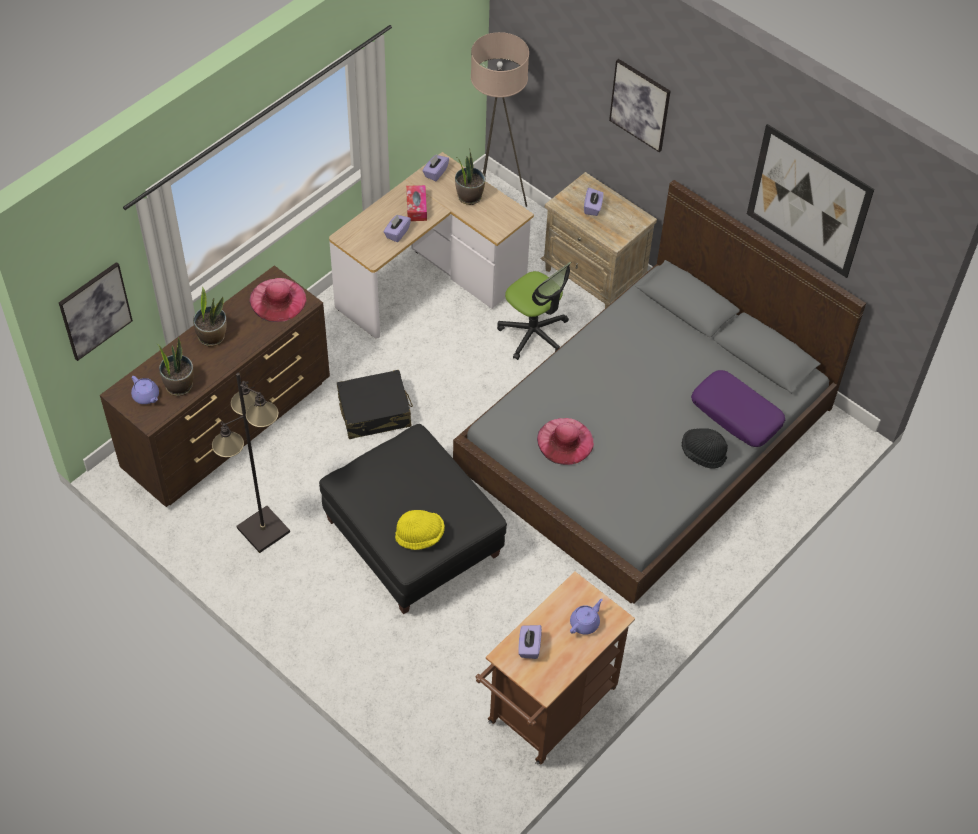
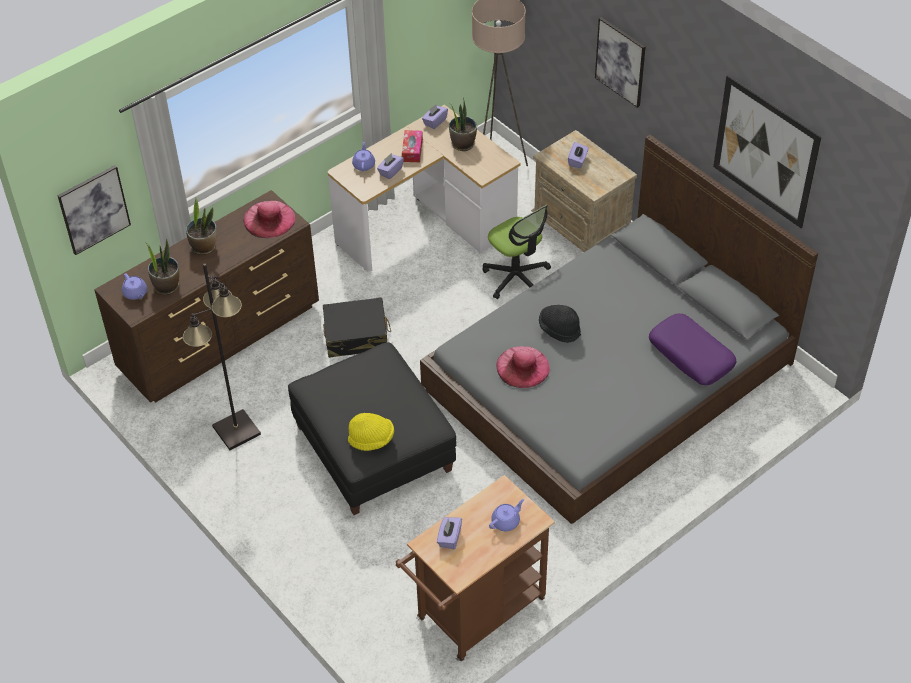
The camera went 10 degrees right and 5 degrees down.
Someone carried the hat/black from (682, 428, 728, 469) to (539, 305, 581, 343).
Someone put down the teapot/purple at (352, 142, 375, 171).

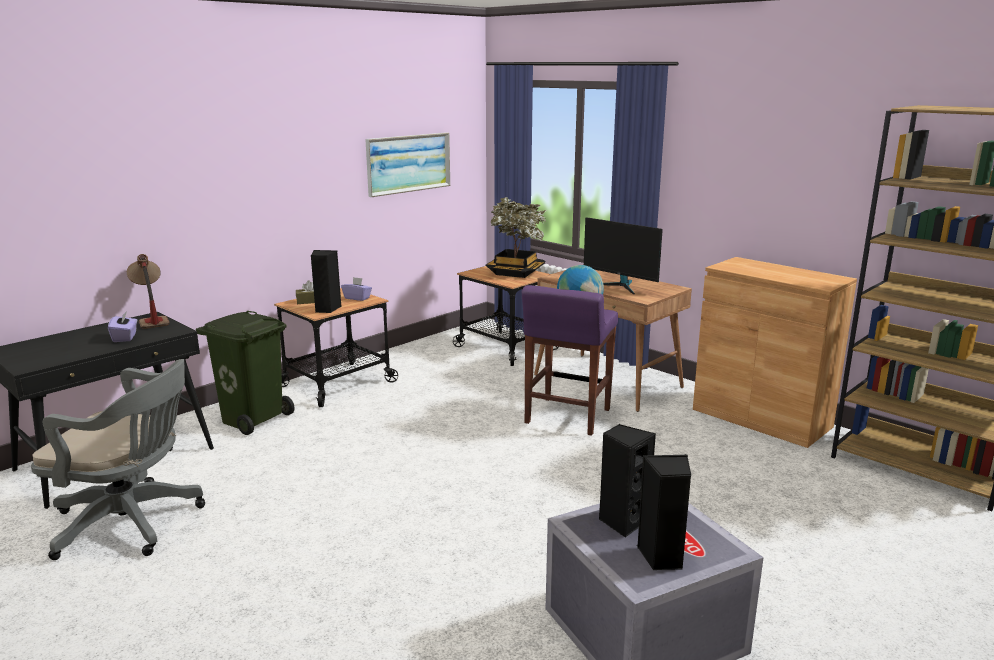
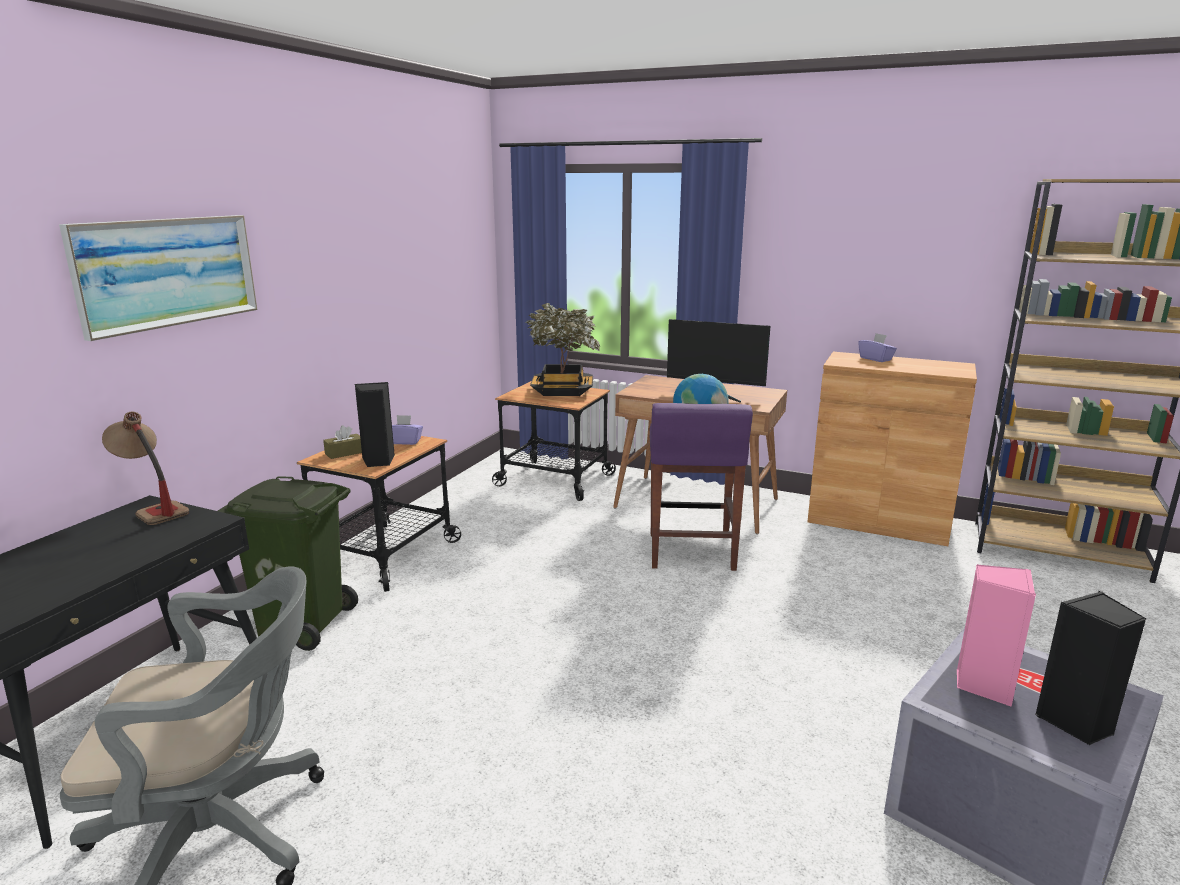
The camera went 20 degrees left and 0 degrees up.
Someone carried the picture from (365, 132, 450, 197) to (59, 215, 257, 341).
Someone carried the tissue box/purple from (108, 311, 137, 342) to (858, 333, 897, 362).
Someone repainted the speaker/black at (599, 424, 656, 538), which became the speaker/pink at (957, 564, 1036, 707).

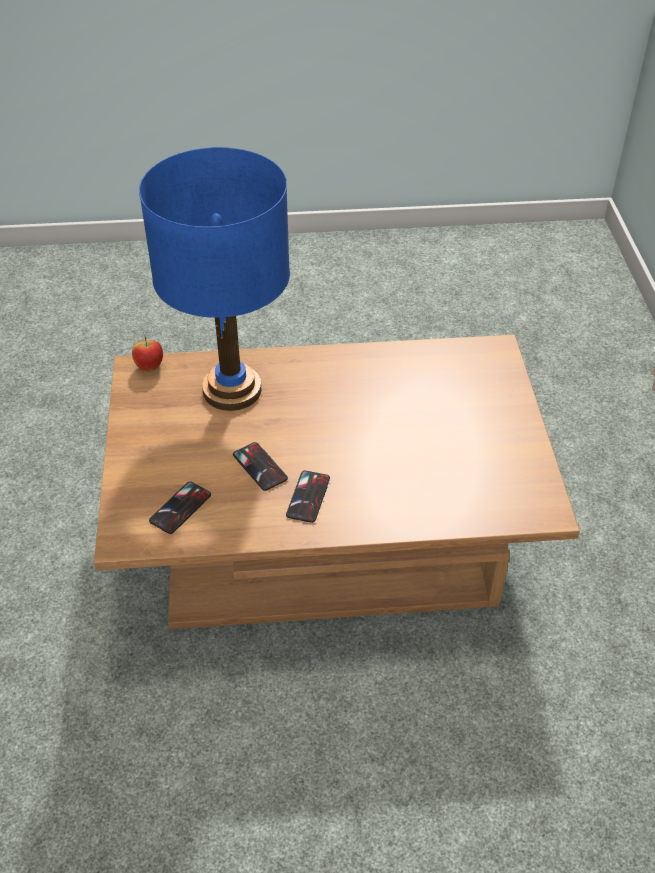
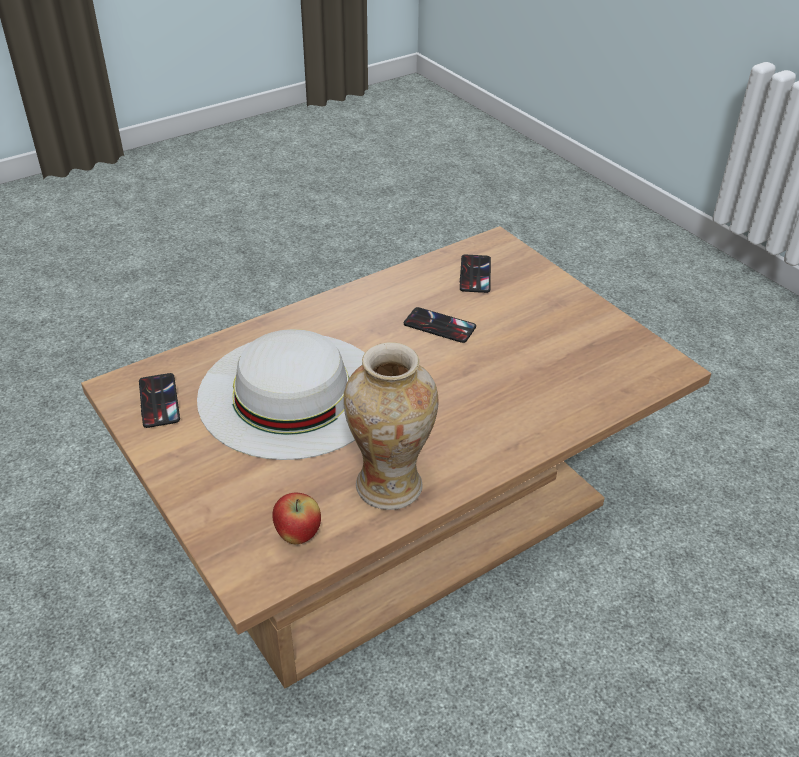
The camera went 150 degrees right and 5 degrees down.
Someone took away the table lamp/blue at (139, 147, 290, 411).
Someone carried the apple from (132, 337, 163, 372) to (272, 493, 321, 544).
Someone carried the phone from (286, 471, 330, 523) to (139, 373, 180, 428).
Someone put down the hat/white at (197, 329, 364, 460).
Someone put down the vase at (343, 342, 439, 510).

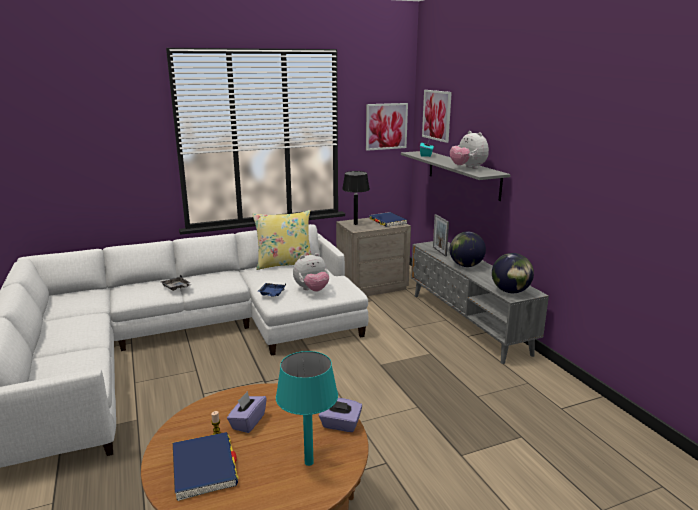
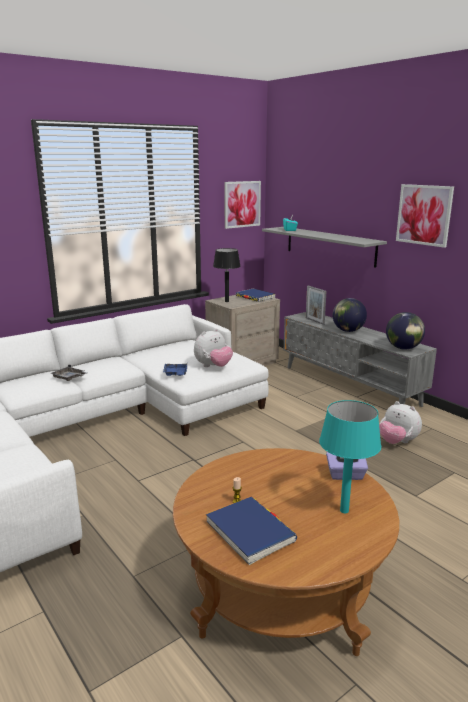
The camera went 15 degrees left and 0 degrees up.
Someone carried the picture from (422, 90, 452, 143) to (396, 184, 454, 248).
Someone carried the plush toy from (450, 131, 489, 169) to (379, 401, 422, 444).
Someone took away the pillow/yellow at (252, 210, 311, 270).
Someone took away the tissue box/purple at (227, 391, 267, 433).

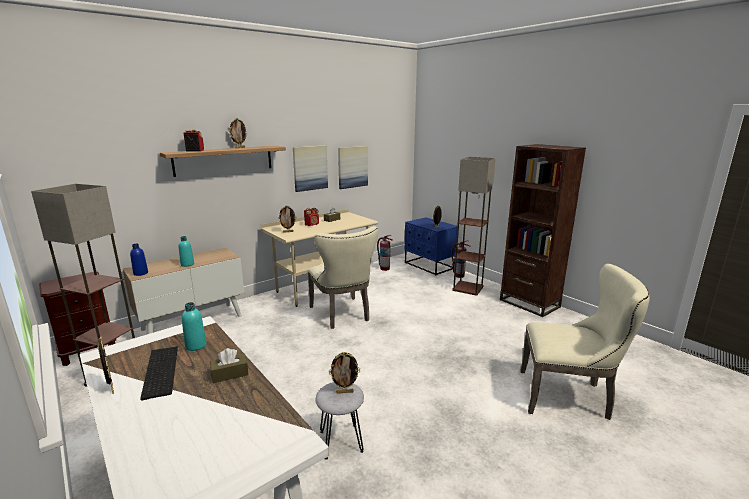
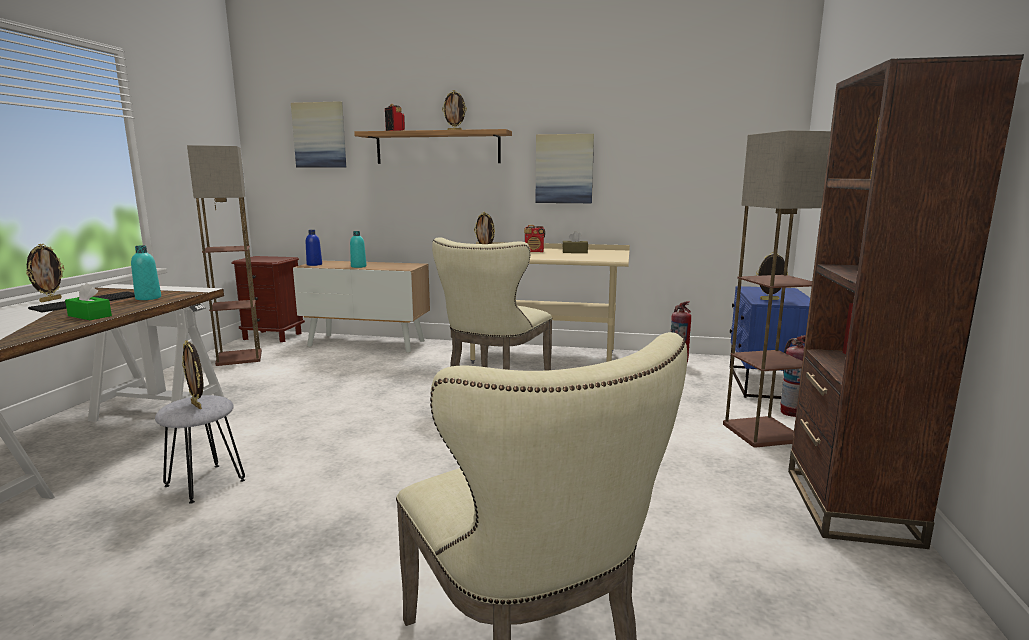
The camera went 50 degrees right and 5 degrees down.
Someone carried the picture from (338, 146, 368, 189) to (291, 101, 346, 168).
Someone repainted the tissue box/brown at (210, 348, 249, 383), which became the tissue box/green at (65, 283, 112, 320).

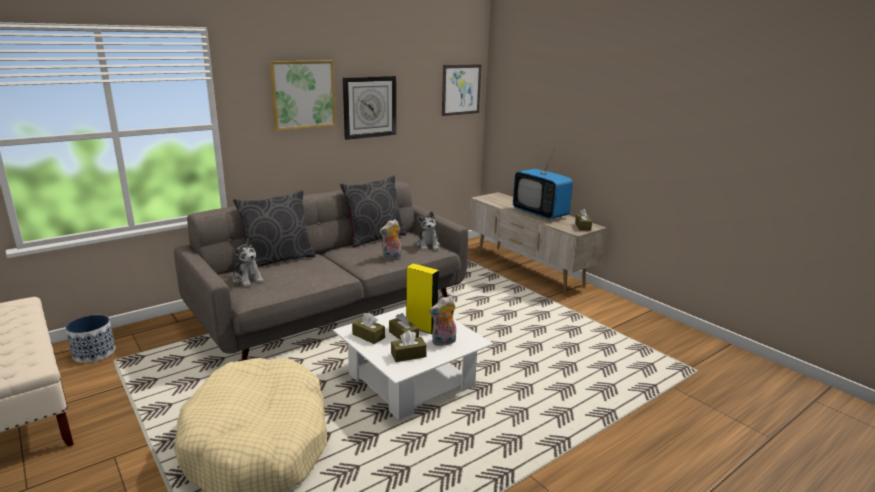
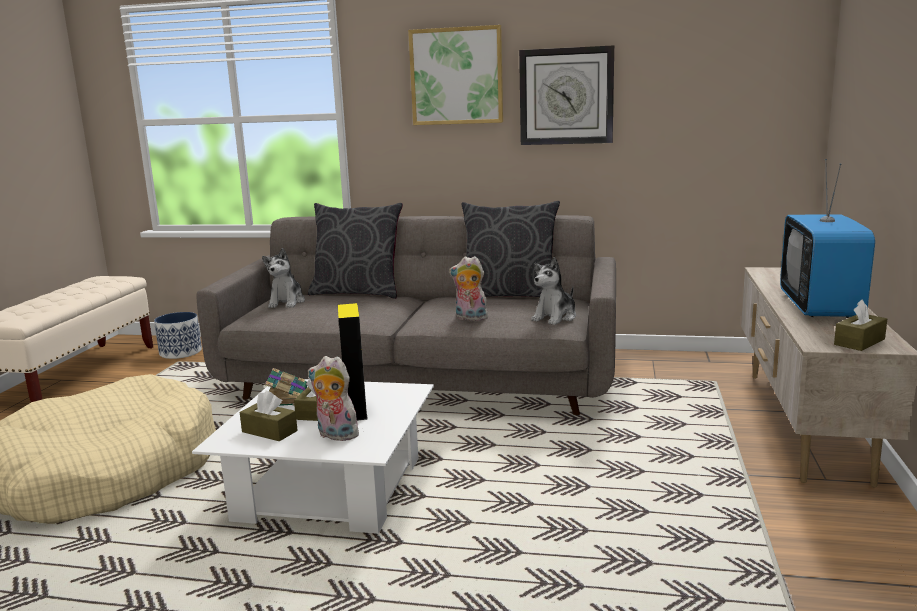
The camera went 50 degrees right and 5 degrees down.
Someone took away the picture at (442, 64, 481, 116).
Someone swapped the tissue box/brown at (352, 313, 385, 344) for the book at (265, 368, 307, 406).

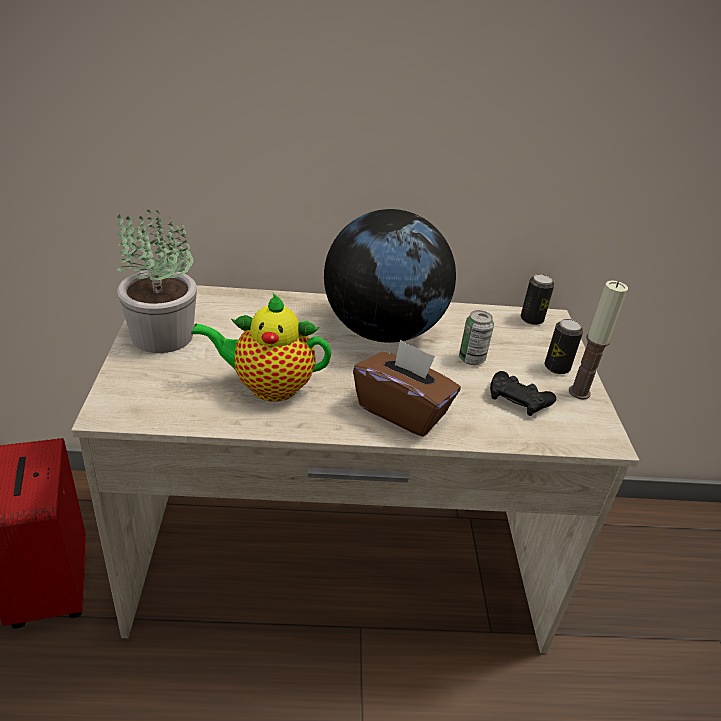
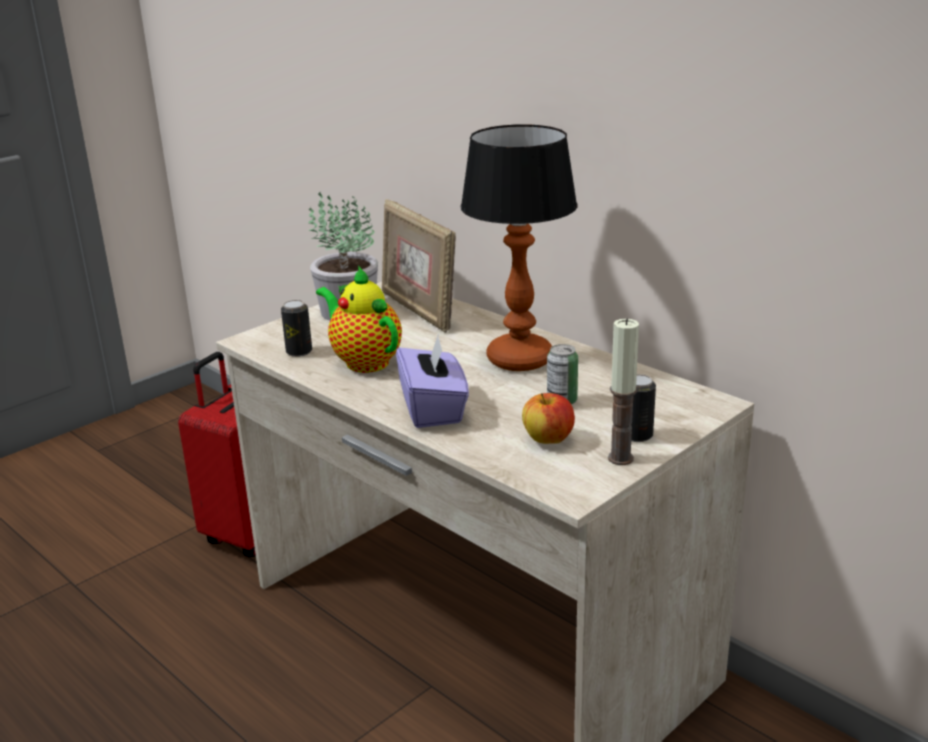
The camera went 50 degrees right and 10 degrees down.
Someone swapped the globe at (324, 209, 456, 343) for the table lamp at (461, 125, 577, 371).
Someone carried the can from (521, 274, 555, 325) to (281, 300, 312, 357).
Someone repainted the tissue box/brown at (353, 339, 461, 437), which became the tissue box/purple at (396, 333, 469, 428).
Someone swapped the game controller/black at (490, 371, 556, 416) for the apple at (522, 393, 575, 444).
Someone put down the picture frame at (382, 199, 456, 333).

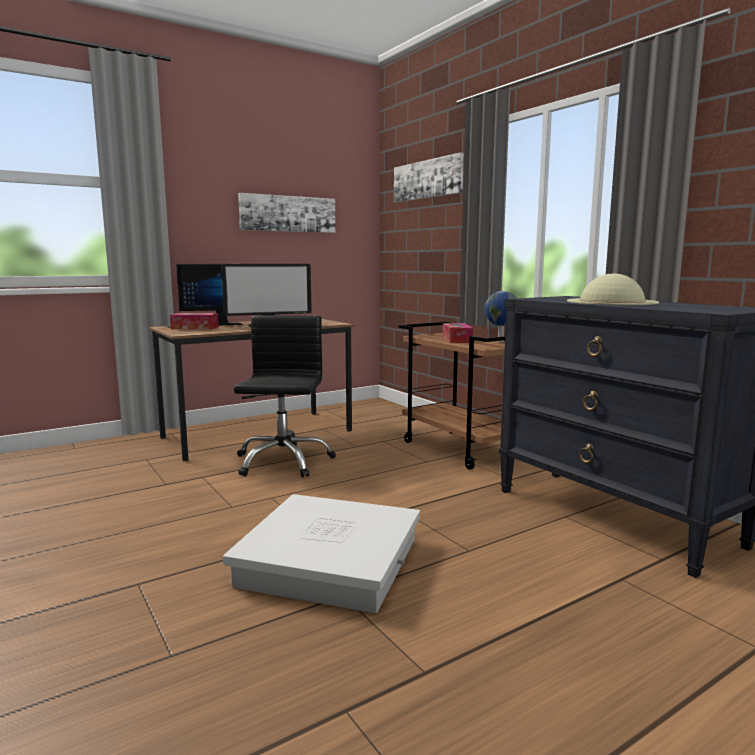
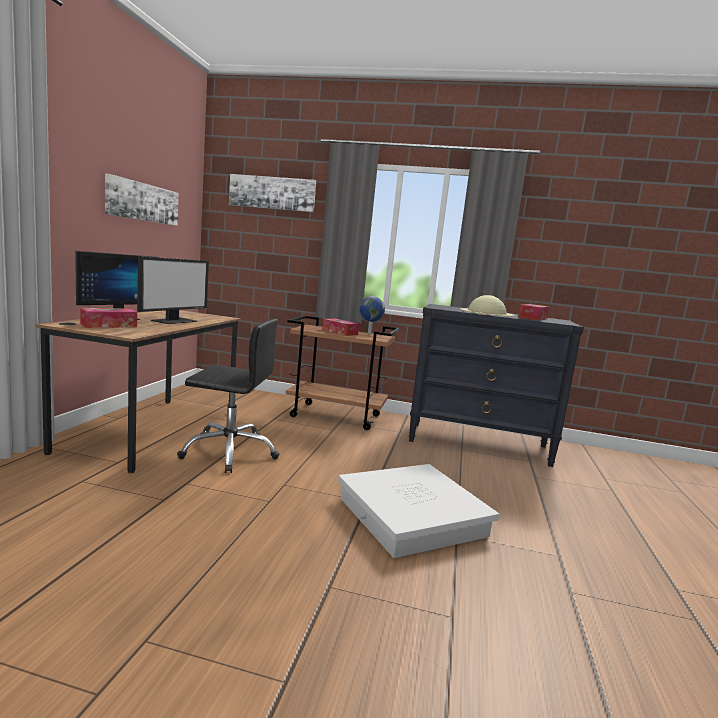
The camera went 45 degrees left and 0 degrees up.
Someone rotated the office chair/black at (234, 315, 336, 478) by 135 degrees clockwise.
Someone put down the tissue box at (518, 304, 549, 321).

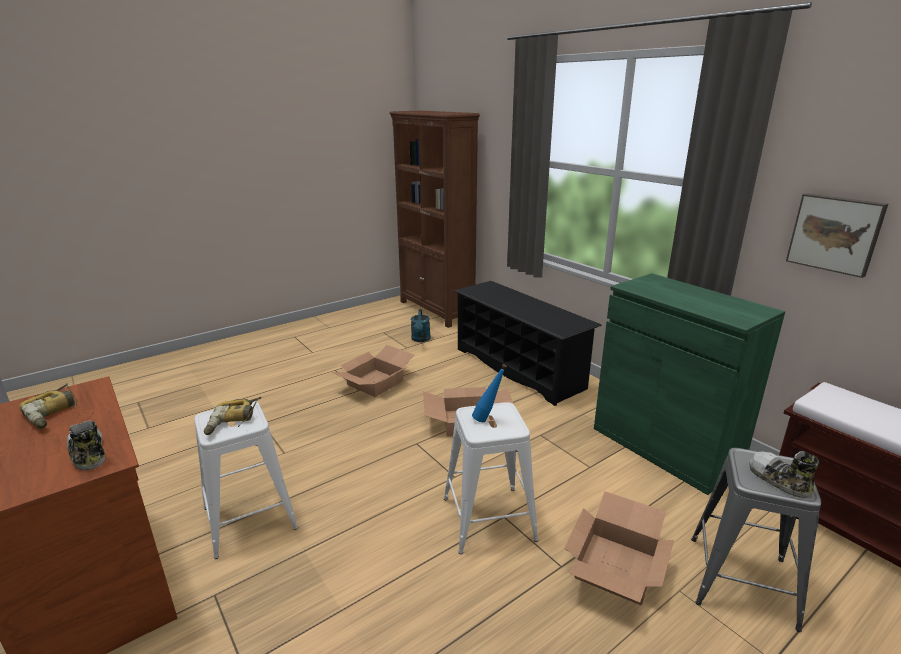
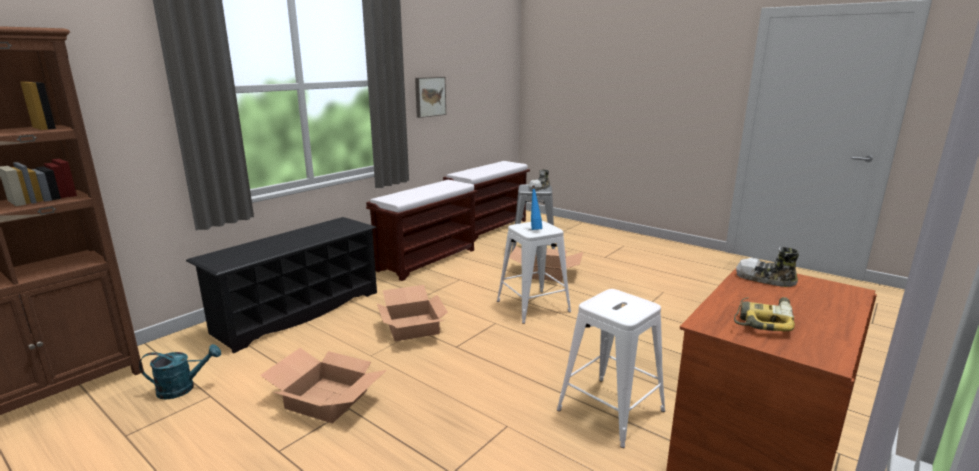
The camera went 105 degrees left and 5 degrees down.
Someone swapped the cabinet/green at (594, 273, 785, 495) for the bench/brown at (366, 180, 478, 281).
Someone took away the power drill at (204, 397, 262, 435).
Someone rotated the shoe at (67, 421, 105, 471) by 90 degrees clockwise.

